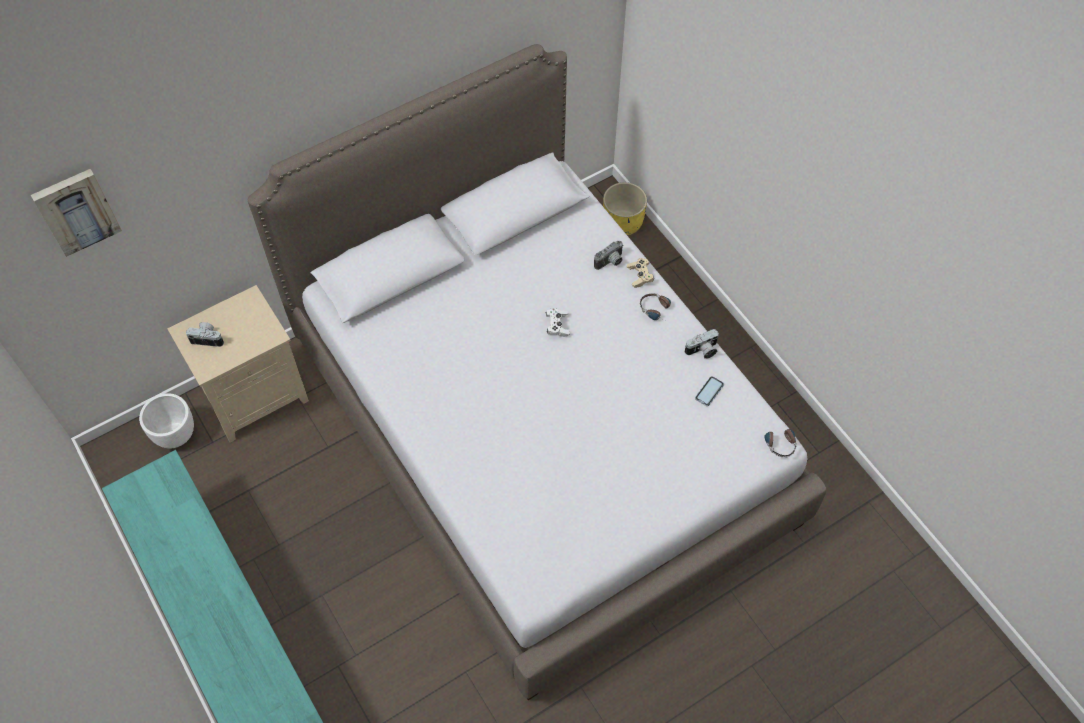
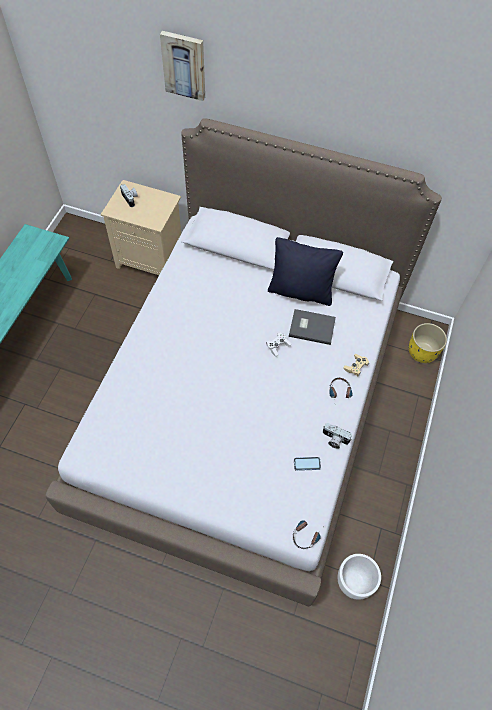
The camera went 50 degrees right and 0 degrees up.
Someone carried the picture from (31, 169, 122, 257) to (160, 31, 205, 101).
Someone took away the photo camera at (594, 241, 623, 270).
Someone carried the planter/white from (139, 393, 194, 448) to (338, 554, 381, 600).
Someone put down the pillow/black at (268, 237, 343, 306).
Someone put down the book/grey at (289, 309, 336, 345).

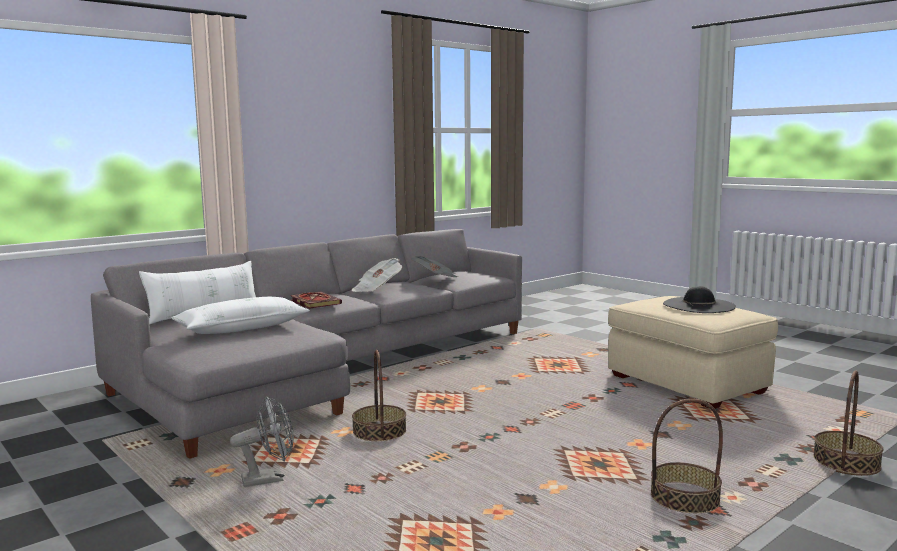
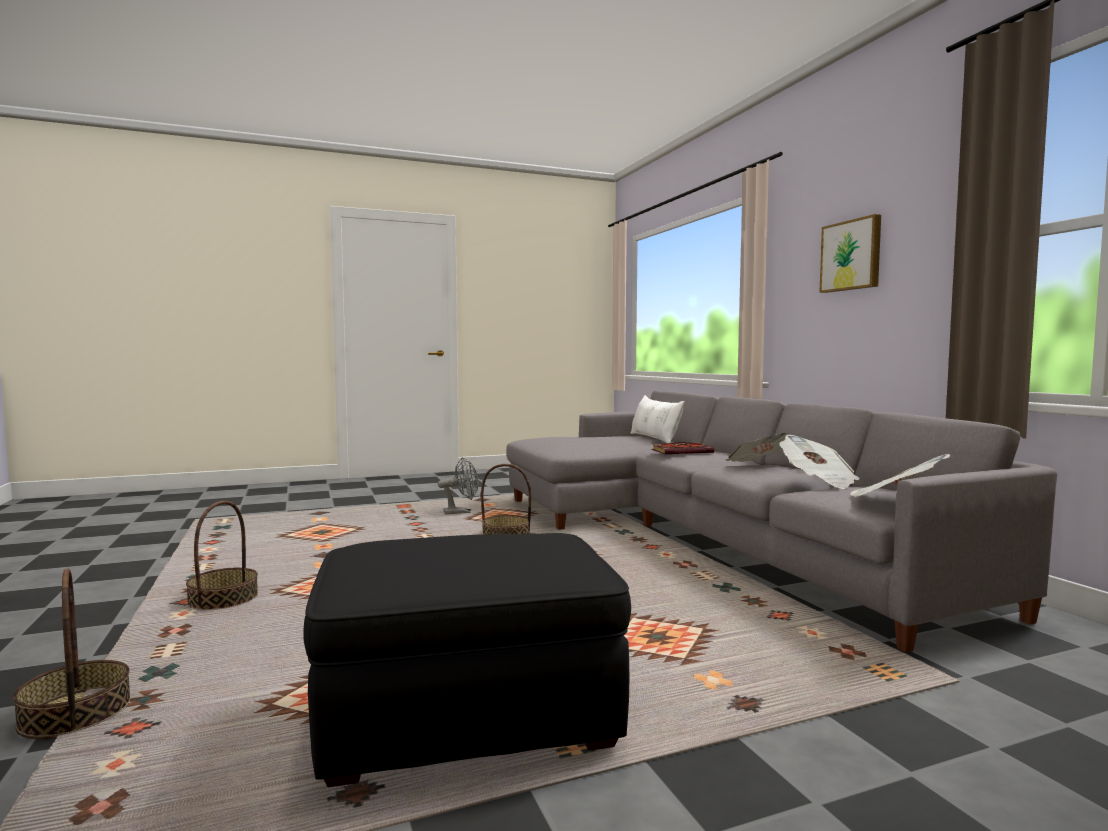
The camera went 110 degrees right and 5 degrees down.
Someone took away the hat/black at (663, 286, 736, 313).
Someone repainted the ottoman/beige at (608, 296, 778, 409), which became the ottoman/black at (303, 533, 631, 787).
Someone took away the pillow/white at (171, 297, 310, 334).
Someone rotated the fan/grey at (230, 396, 294, 487) by 105 degrees counterclockwise.
Someone put up the picture at (819, 214, 881, 293).
Someone put down the newspaper at (851, 454, 950, 497).

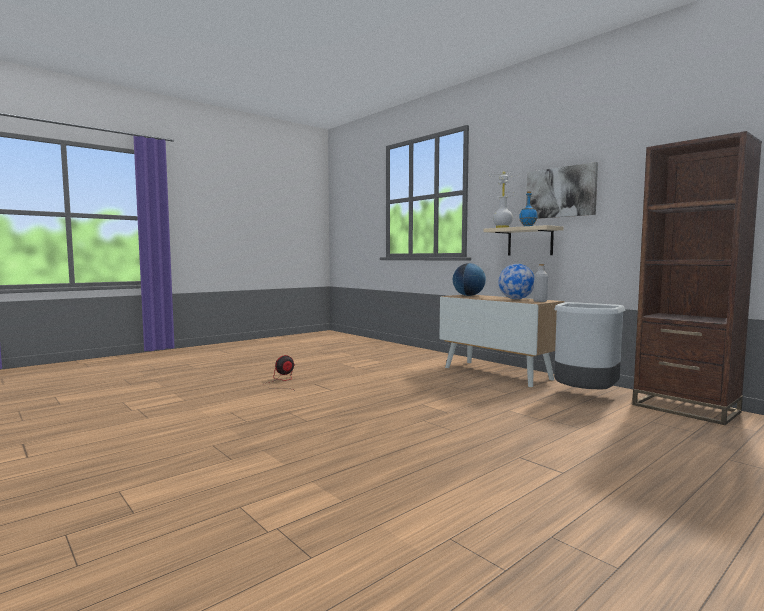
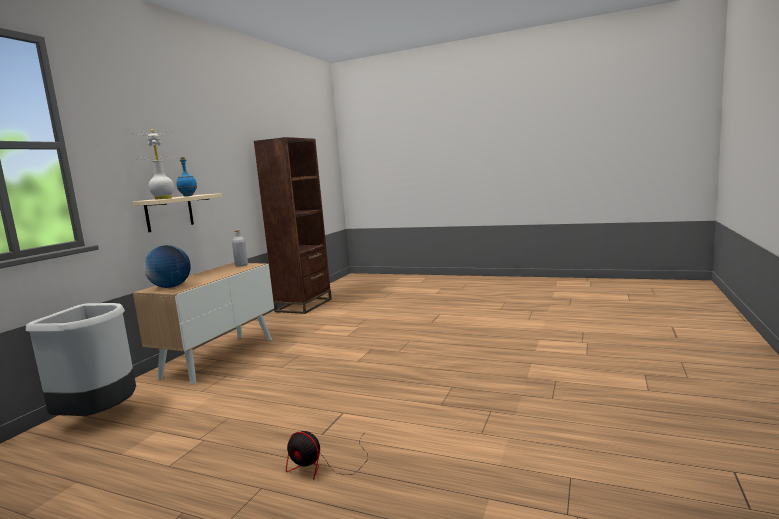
The camera went 115 degrees left and 5 degrees up.
Someone took away the picture at (526, 162, 598, 219).
Someone took away the globe at (498, 264, 534, 299).
Someone carried the trash can/grey from (554, 302, 625, 389) to (26, 303, 136, 416).

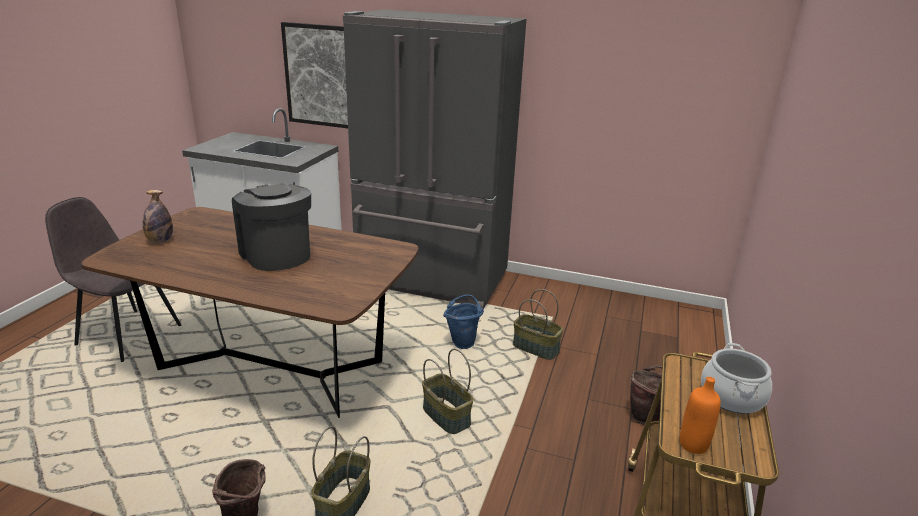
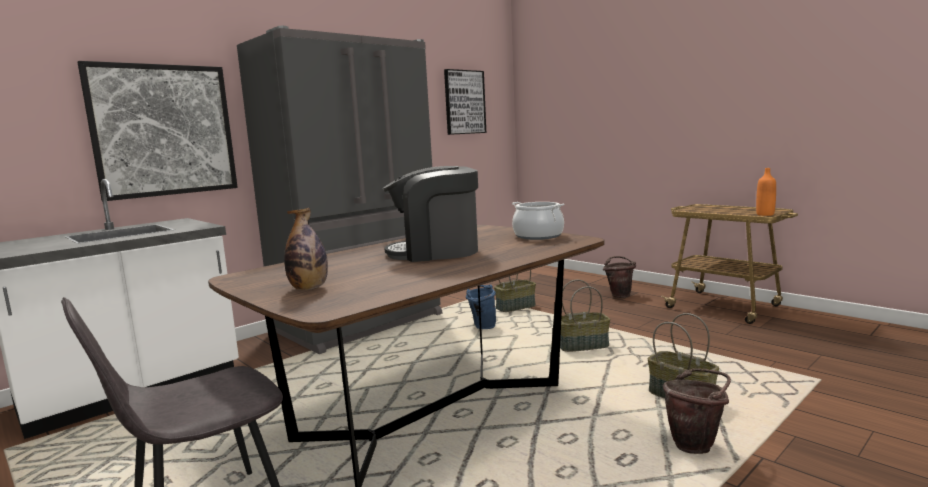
The camera went 60 degrees left and 15 degrees down.
Someone carried the cooking pot from (701, 343, 772, 414) to (512, 202, 564, 240).
Someone put up the picture at (444, 69, 486, 135).

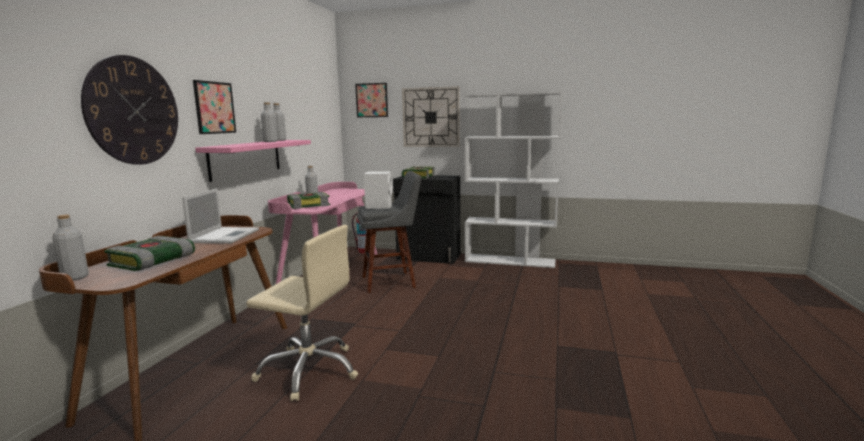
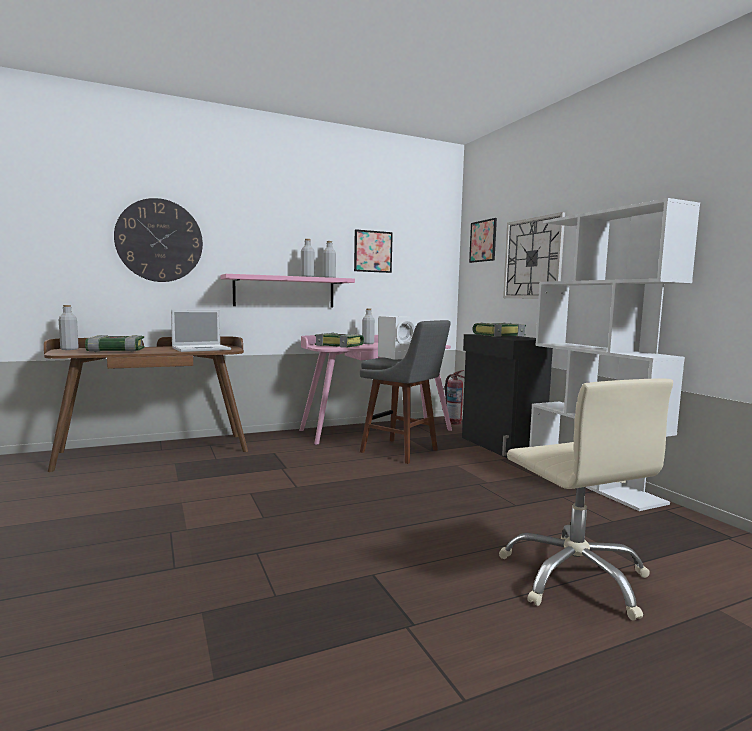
The camera went 50 degrees right and 5 degrees down.
Someone carried the picture from (193, 80, 236, 134) to (354, 229, 393, 273).
Someone carried the office chair/beige from (246, 225, 358, 401) to (499, 379, 673, 621).

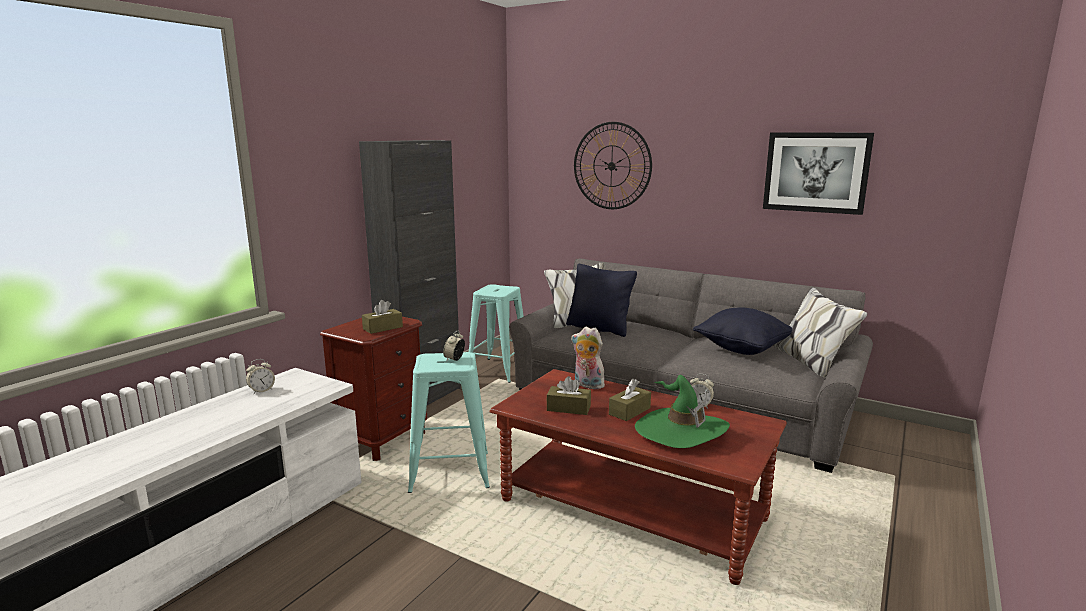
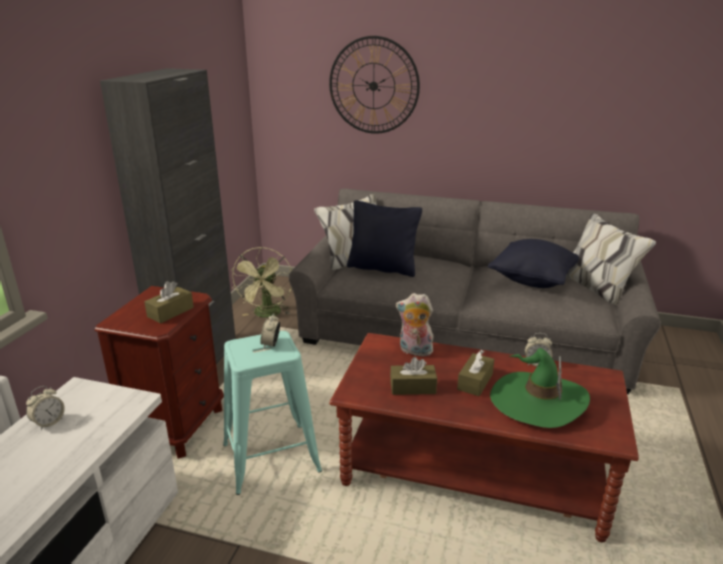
The camera went 15 degrees left and 10 degrees up.
Someone took away the picture at (763, 132, 874, 215).
Someone swapped the stool/turquoise at (469, 284, 524, 383) for the fan/green at (231, 247, 292, 318).

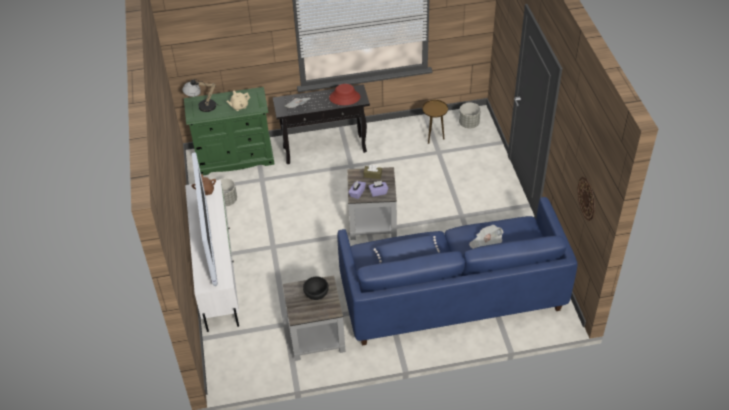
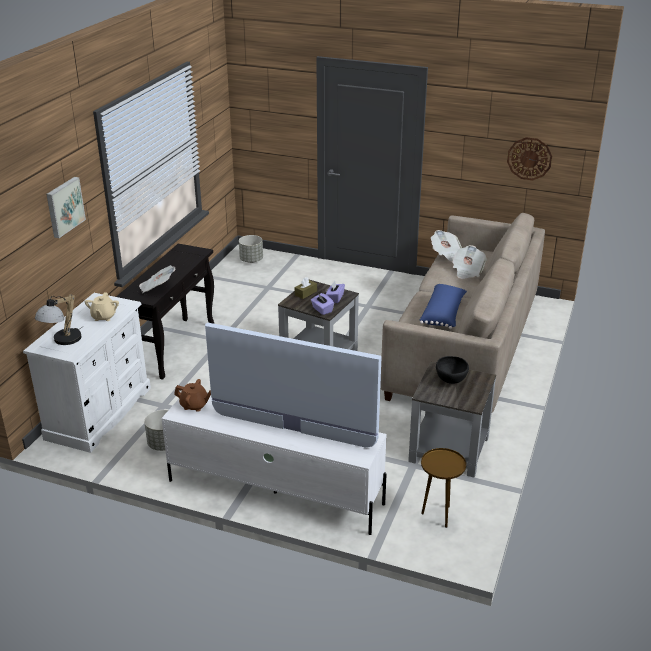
The camera went 60 degrees left and 15 degrees down.
Someone took away the hat/red at (329, 84, 360, 105).
Someone repainted the dresser/green at (184, 87, 275, 175), which became the dresser/white at (23, 293, 151, 453).
Someone carried the side table/brown from (422, 100, 448, 144) to (421, 448, 466, 528).
Someone repainted the sofa/blue at (337, 197, 578, 345), which became the sofa/beige at (380, 213, 545, 413).
Someone put up the picture at (46, 177, 86, 238).
Someone put down the newspaper at (431, 230, 462, 262).

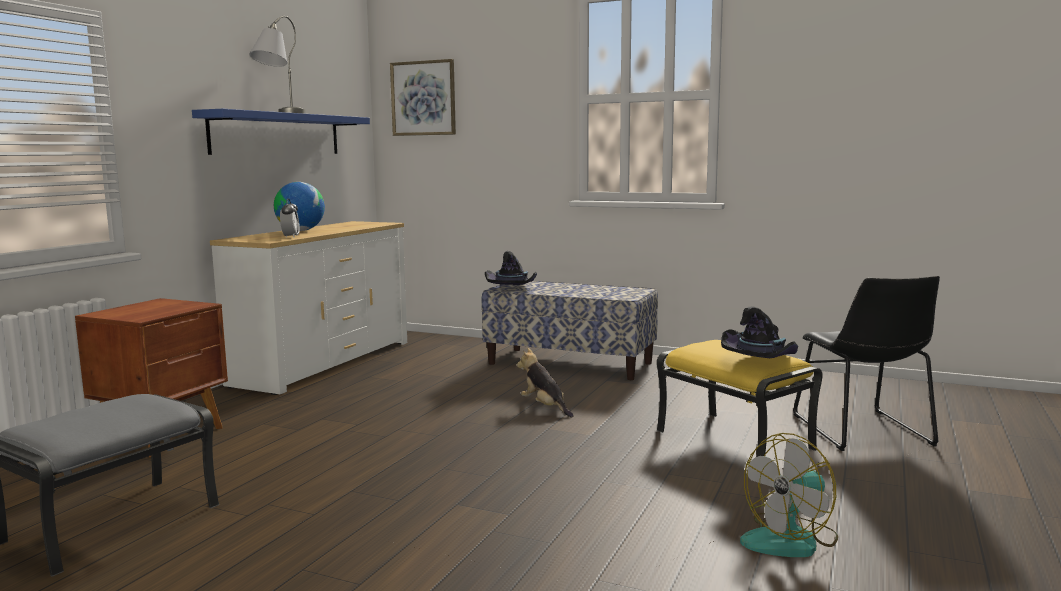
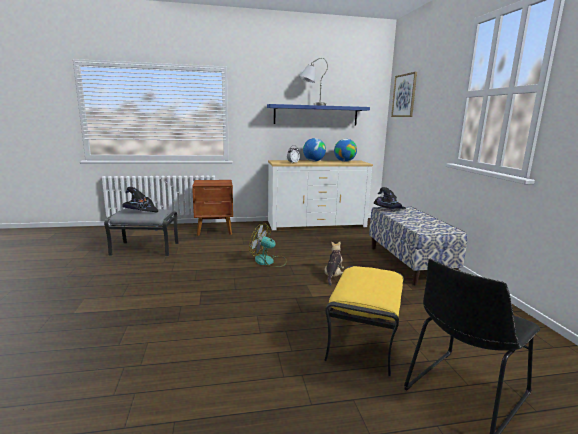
The camera went 55 degrees right and 5 degrees up.
Someone carried the hat/black from (721, 306, 798, 358) to (122, 187, 158, 212).
Someone carried the fan from (740, 433, 838, 557) to (249, 223, 287, 267).
Someone put down the globe at (334, 139, 357, 162).

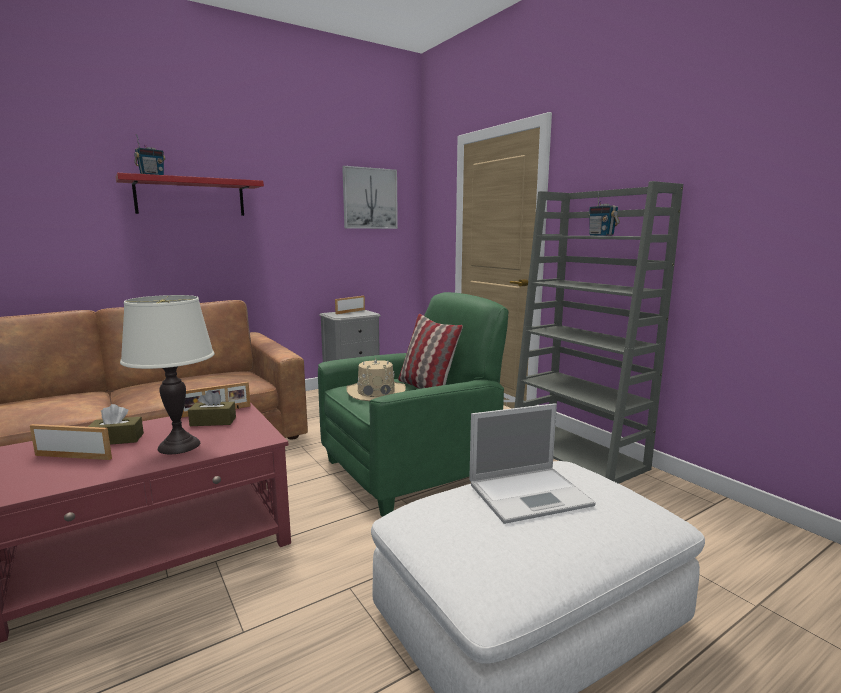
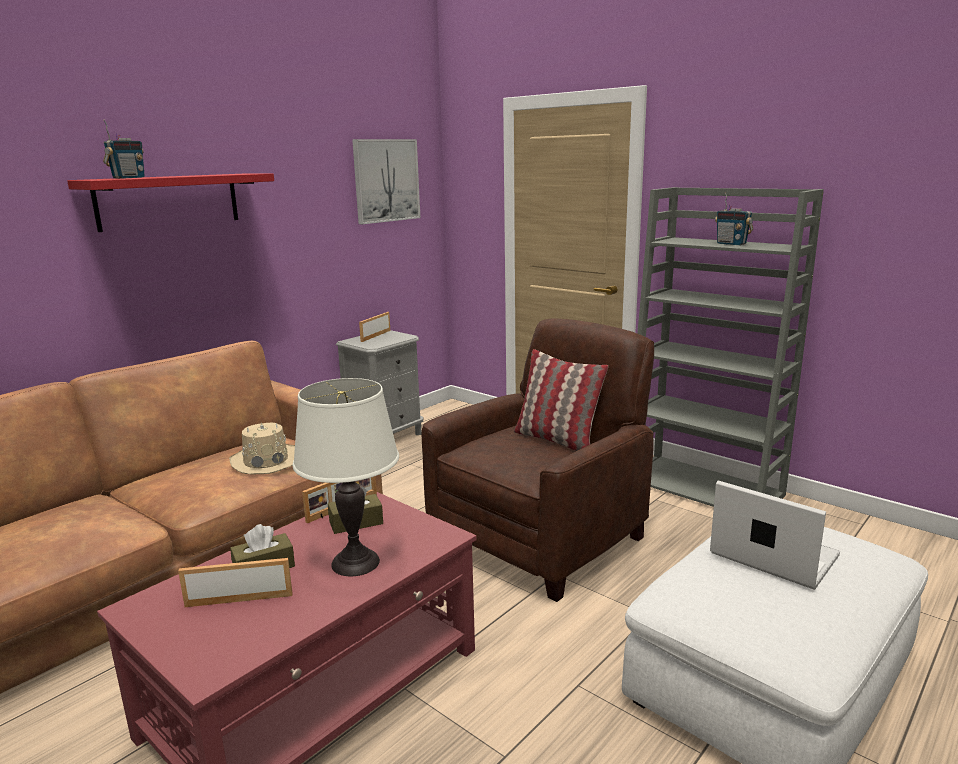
The camera went 15 degrees left and 5 degrees up.
Someone repainted the armchair/green at (318, 292, 509, 517), which became the armchair/brown at (422, 318, 654, 602).
Someone carried the hat/beige from (346, 358, 406, 401) to (229, 422, 295, 474).
Someone rotated the laptop at (469, 403, 596, 524) by 105 degrees counterclockwise.

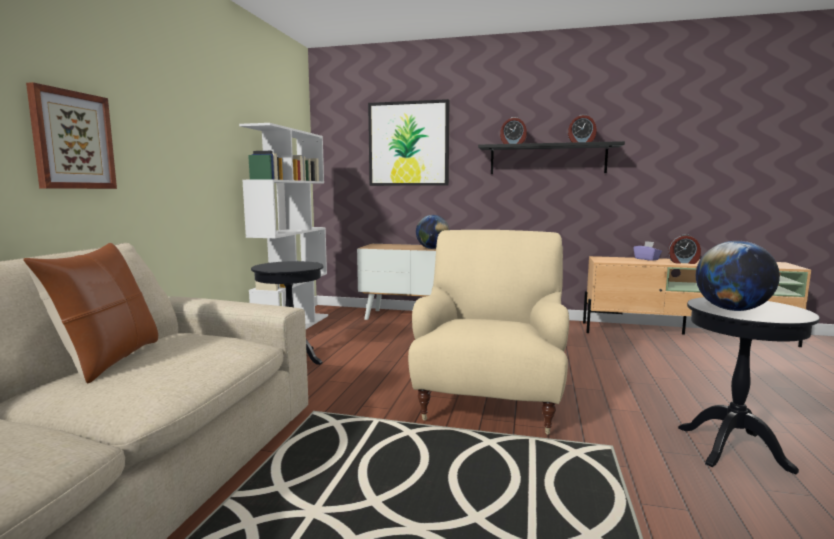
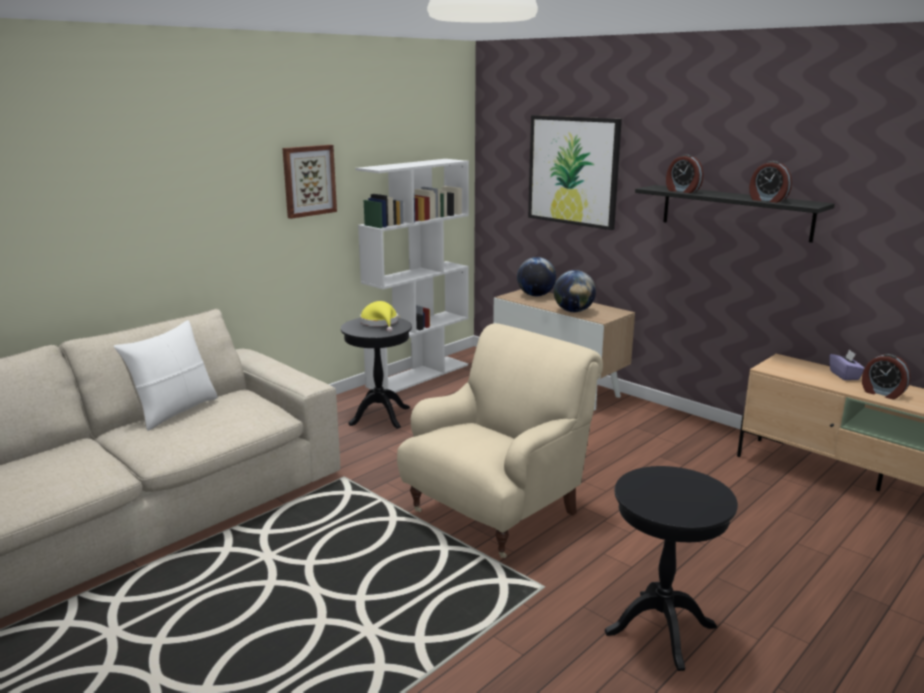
The camera went 30 degrees right and 10 degrees up.
Someone carried the picture from (26, 82, 117, 189) to (282, 145, 337, 219).
Someone carried the globe from (696, 241, 780, 311) to (517, 257, 556, 296).
Someone repainted the pillow/brown at (23, 243, 158, 384), which became the pillow/white at (113, 320, 217, 431).
Someone put down the hat/yellow at (360, 301, 398, 332).

